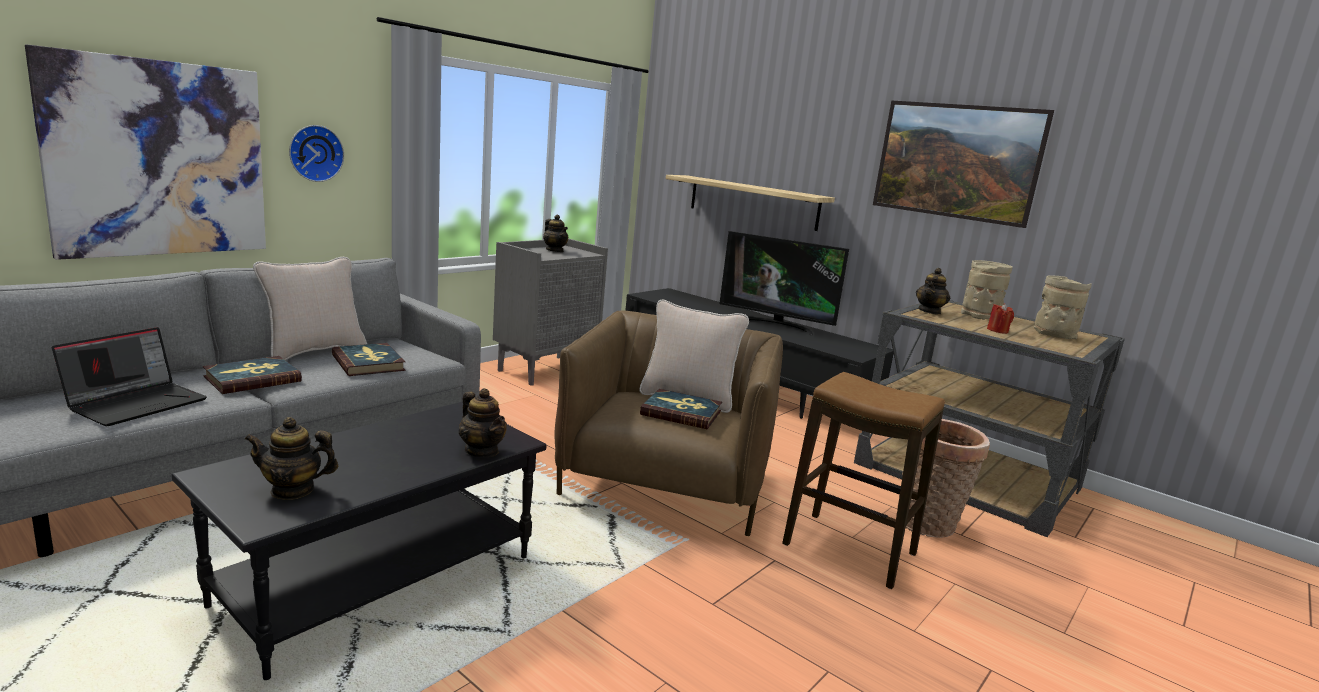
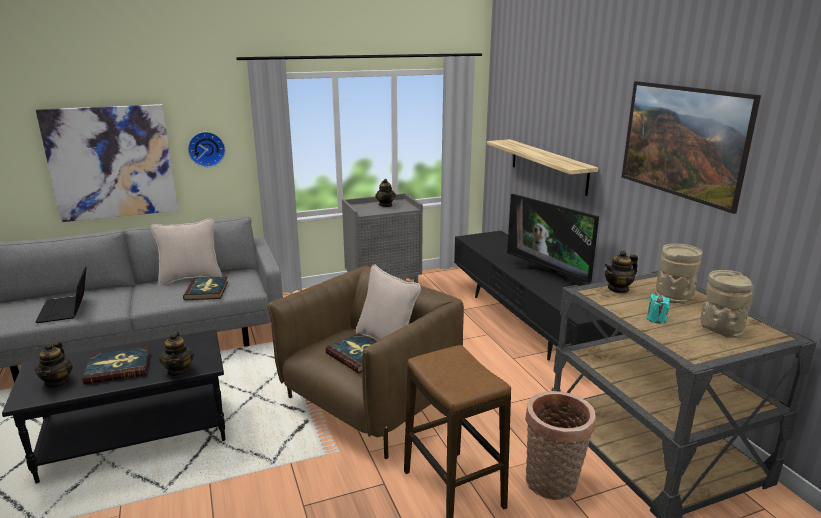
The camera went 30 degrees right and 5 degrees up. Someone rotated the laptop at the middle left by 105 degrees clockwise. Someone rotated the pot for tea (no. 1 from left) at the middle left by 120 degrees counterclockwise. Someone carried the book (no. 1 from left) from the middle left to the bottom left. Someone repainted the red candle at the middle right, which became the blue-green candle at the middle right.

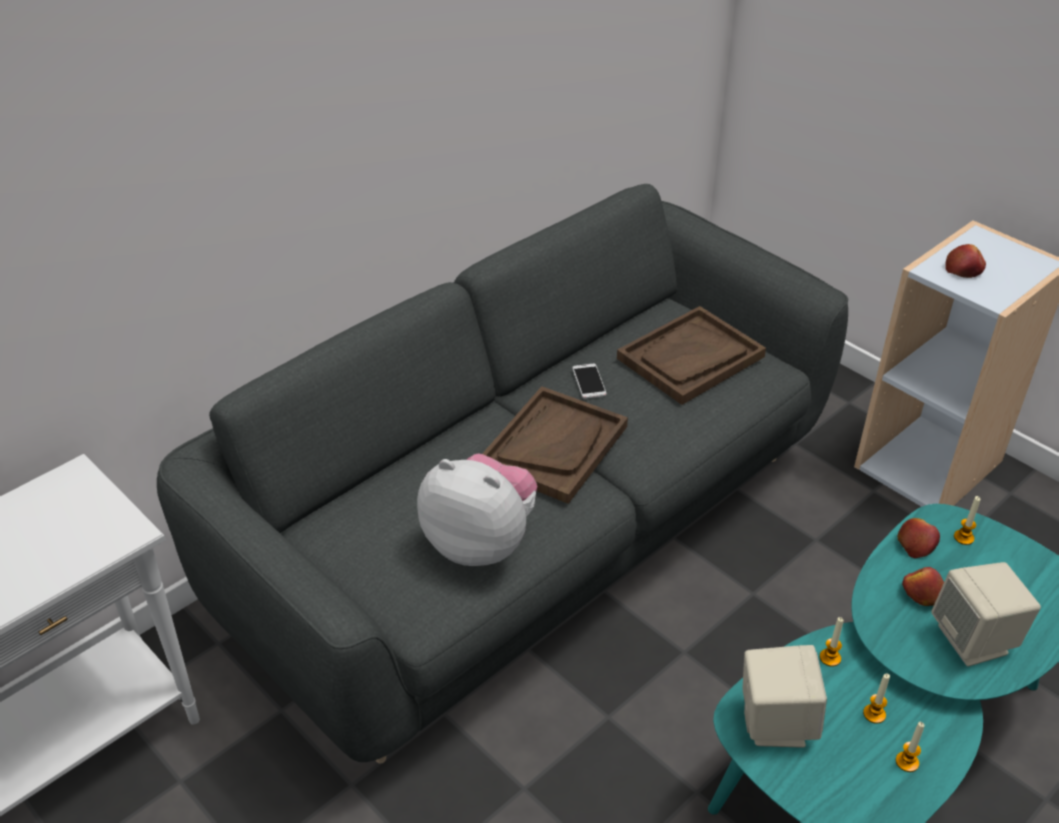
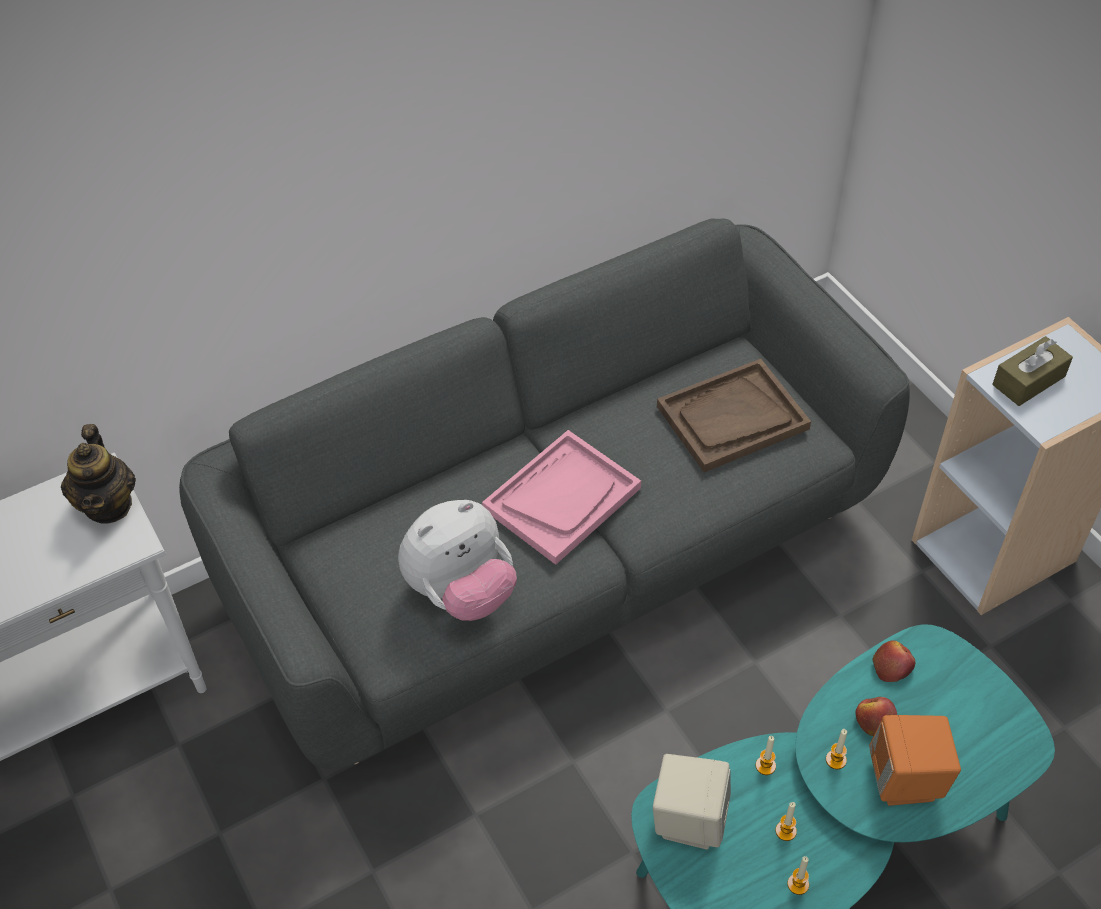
The camera went 15 degrees right and 10 degrees up. Someone put down the pot for tea at the middle left. Someone rotated the soft toy at the centre by 105 degrees clockwise. Someone repainted the brownish tray (no. 1 from left) at the centre, which became the pink-coloured tray at the centre. Someone carried the candle (no. 4 from left) from the middle right to the bottom right. Someone repainted the sand-coloured speaker (no. 2 from left) at the bottom right, which became the orange-coloured speaker at the bottom right. Someone swapped the apple (no. 3 from left) at the top right for the brownish tissue holder at the middle right. Someone took away the phone at the centre.

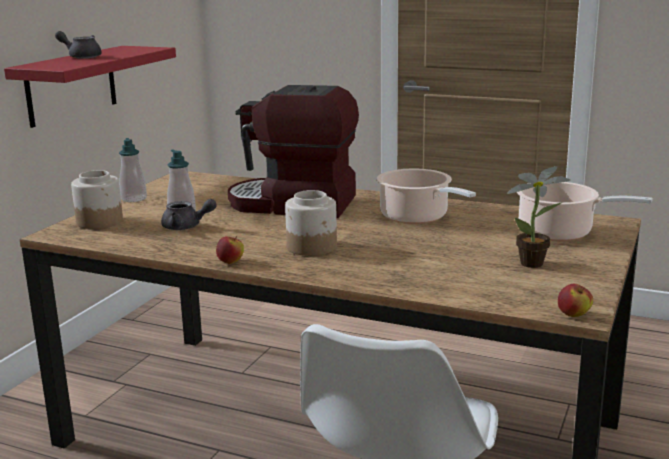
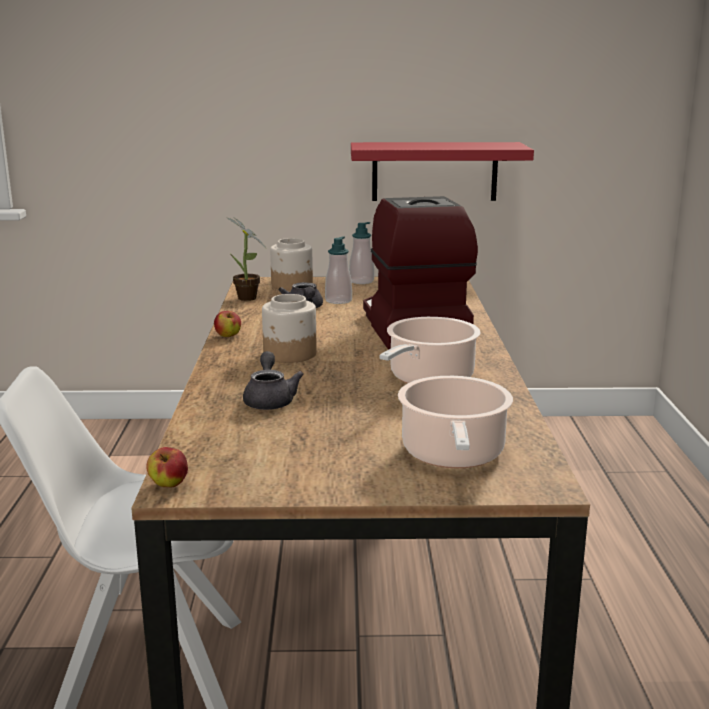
The camera went 65 degrees right and 0 degrees up. Someone carried the potted plant from the middle right to the centre. Someone carried the gray pot for tea (no. 1 from left) from the top left to the centre.

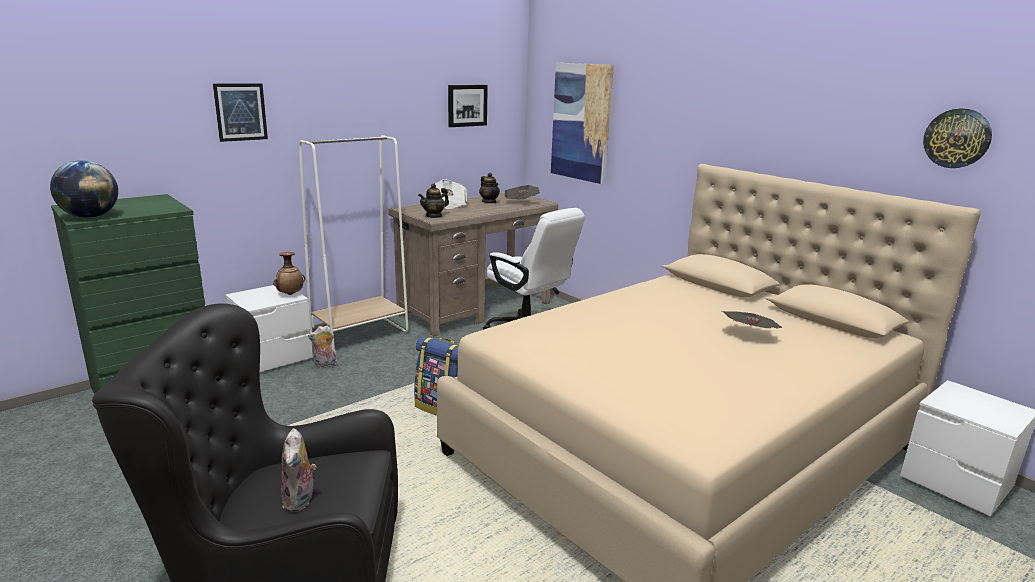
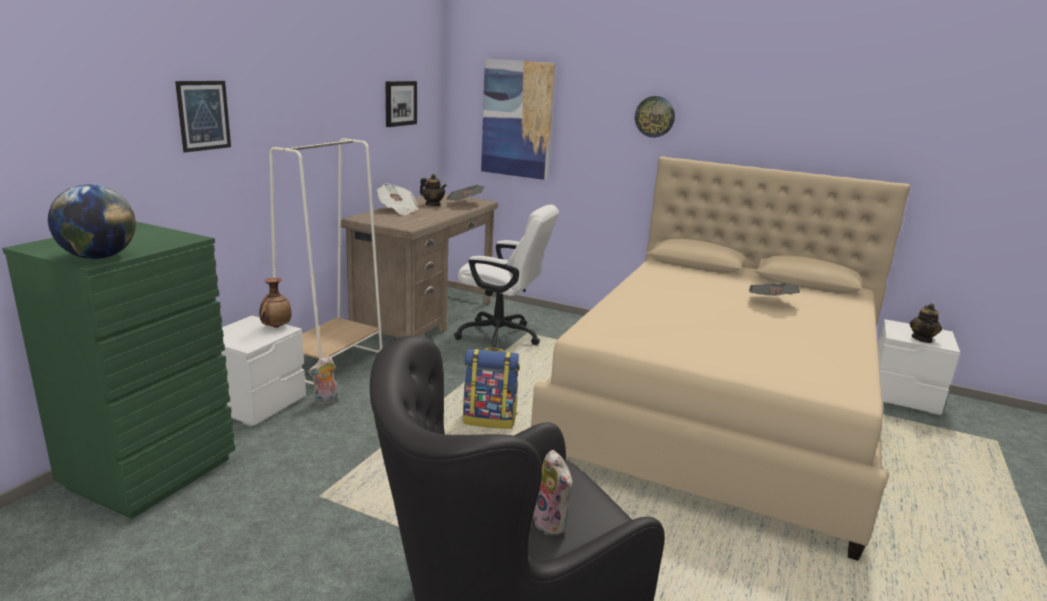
The camera went 25 degrees left and 0 degrees up. Someone carried the clock on the wall from the top right to the top centre. Someone carried the pot for tea (no. 1 from left in the first image) from the centre to the middle right.

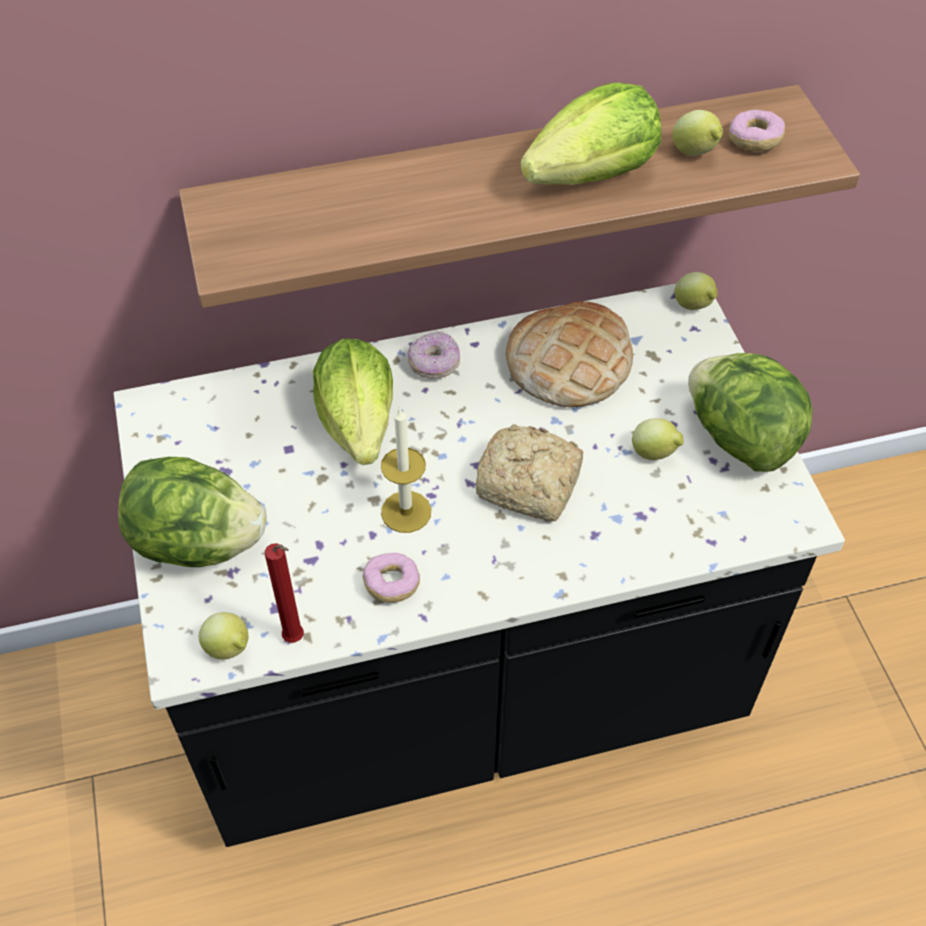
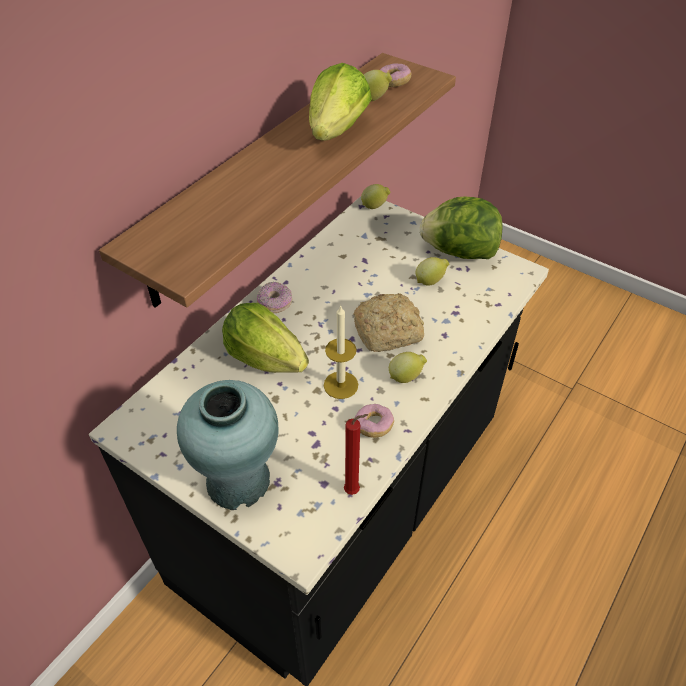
The camera went 40 degrees left and 5 degrees down. Someone swapped the lettuce head (no. 1 from left) at the middle left for the blue-green decorative vase at the middle left. Someone carried the lemon (no. 1 from left in the first image) from the bottom left to the centre. Someone took away the bread (no. 2 from left) at the centre.

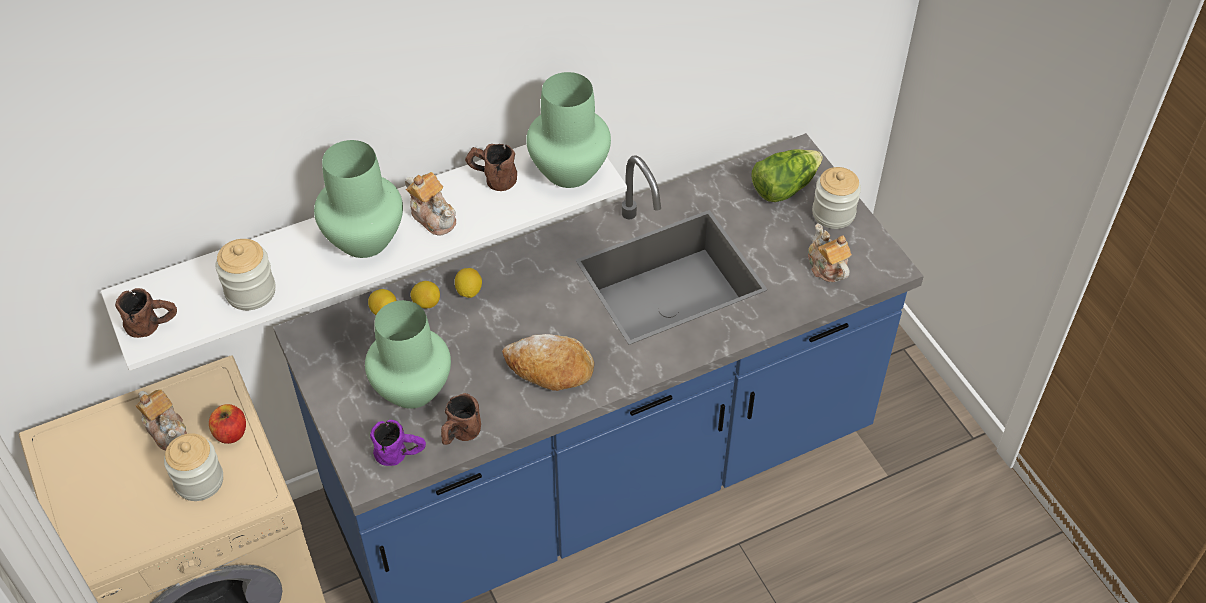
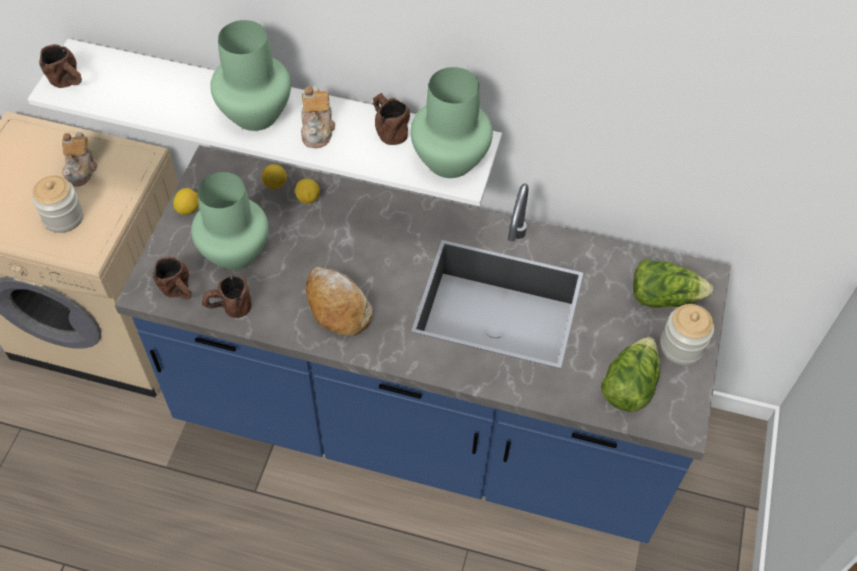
The camera went 40 degrees right and 5 degrees up. Someone repainted the purple-coloured coffee mug at the bottom left, which became the brownish coffee mug (no. 2 from left) at the middle left. Someone carried the lemon (no. 3 from left in the first image) from the centre to the middle left. Someone swapped the pot for tea (no. 3 from left) at the middle right for the lettuce head (no. 1 from left) at the middle right. Someone took away the apple at the bottom left. Someone took away the preserve jar (no. 2 from left) at the middle left.

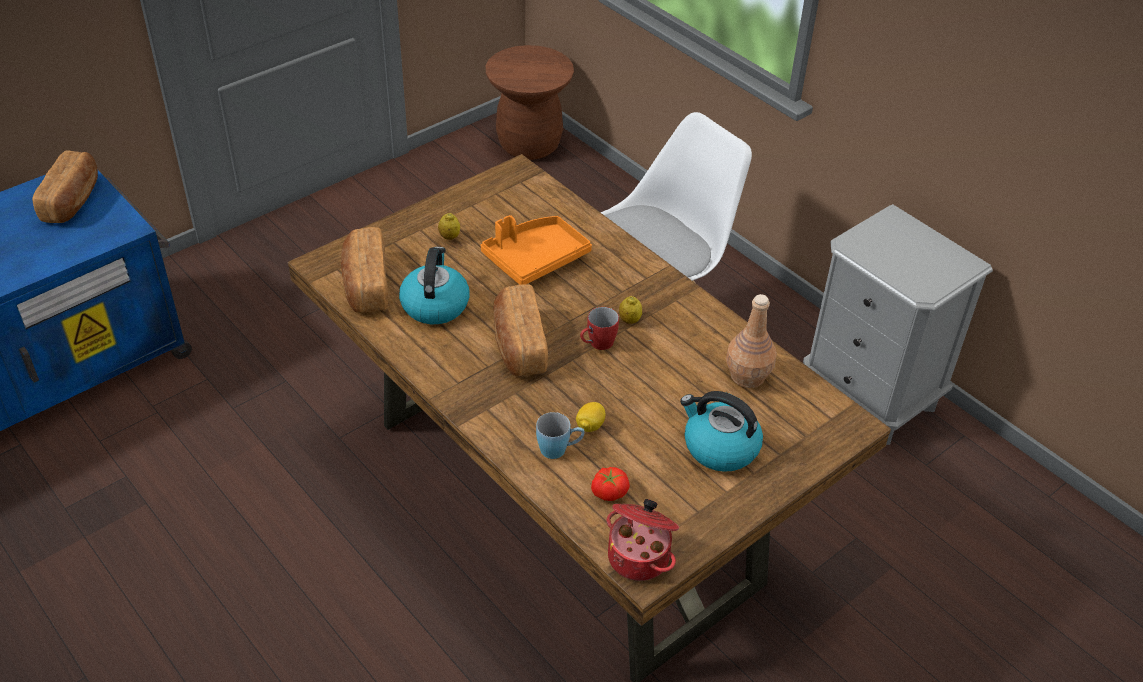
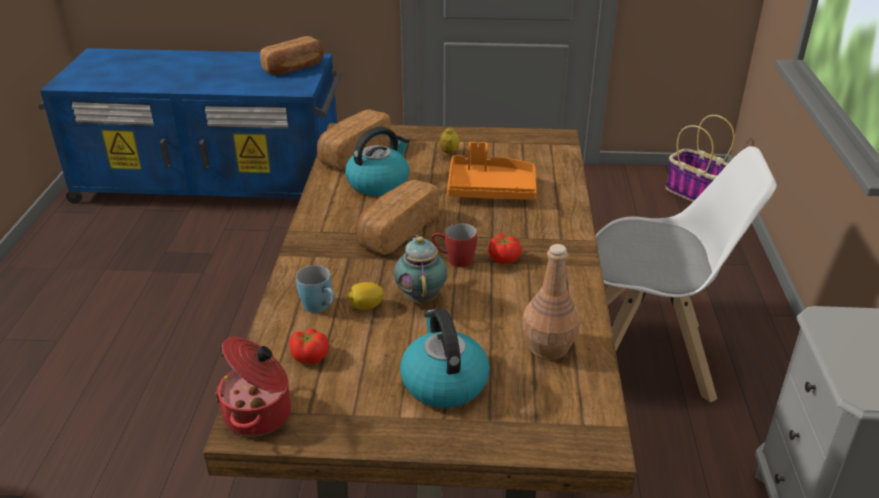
The camera went 45 degrees right and 10 degrees down. Someone put down the pot for tea at the centre. Someone swapped the lemon (no. 3 from left) at the centre for the whole tomato (no. 2 from left) at the centre. Someone swapped the brownish stool seat at the top centre for the basket at the top right.

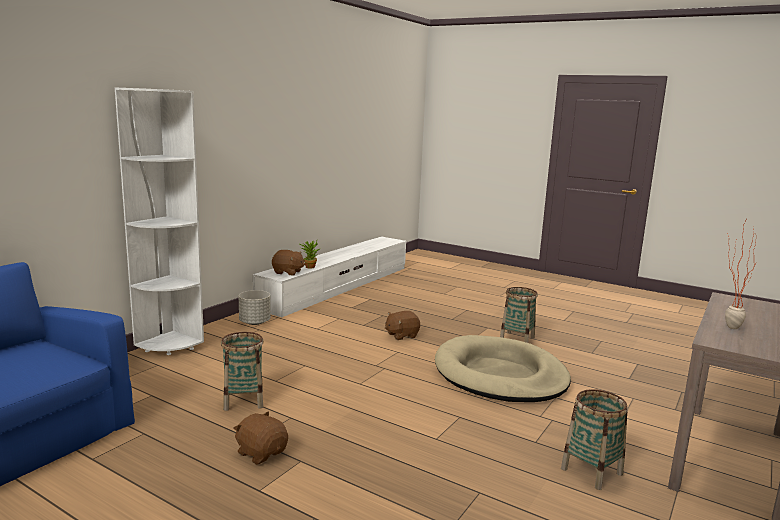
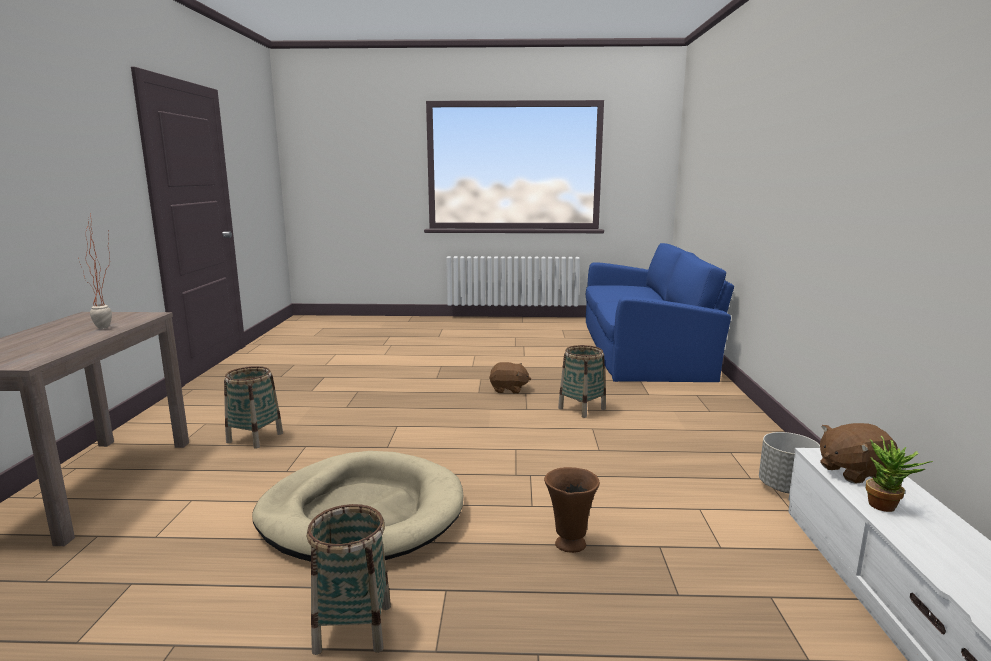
The camera went 150 degrees right and 0 degrees up. Someone swapped the brownish soft toy (no. 3 from left) at the centre for the brownish decorative vase at the bottom centre. Someone took away the whitish bookcase at the middle left.

